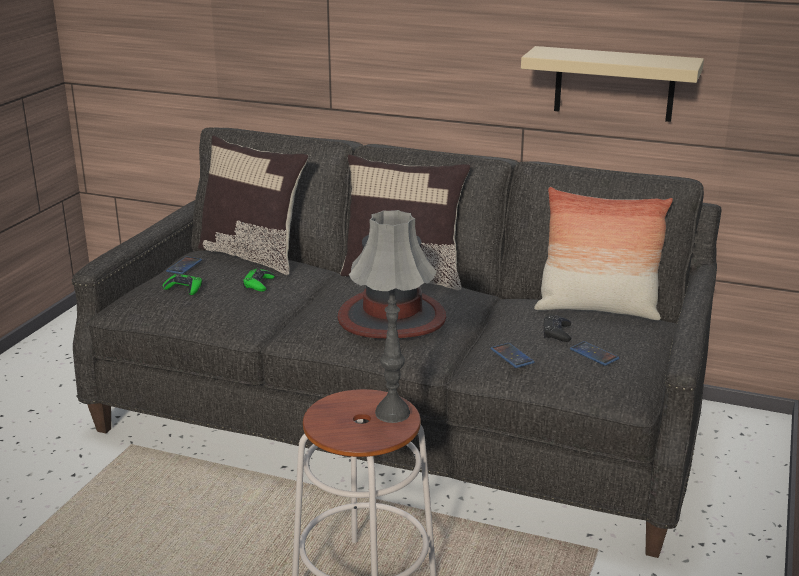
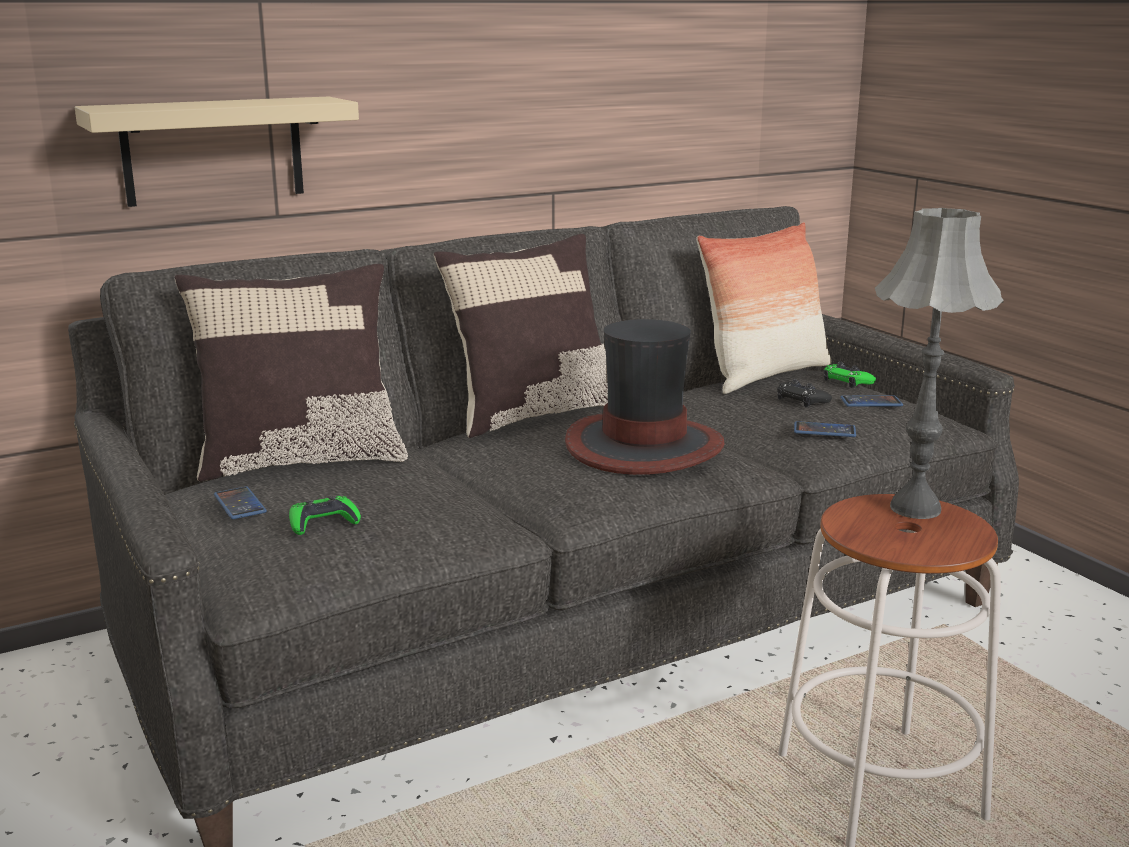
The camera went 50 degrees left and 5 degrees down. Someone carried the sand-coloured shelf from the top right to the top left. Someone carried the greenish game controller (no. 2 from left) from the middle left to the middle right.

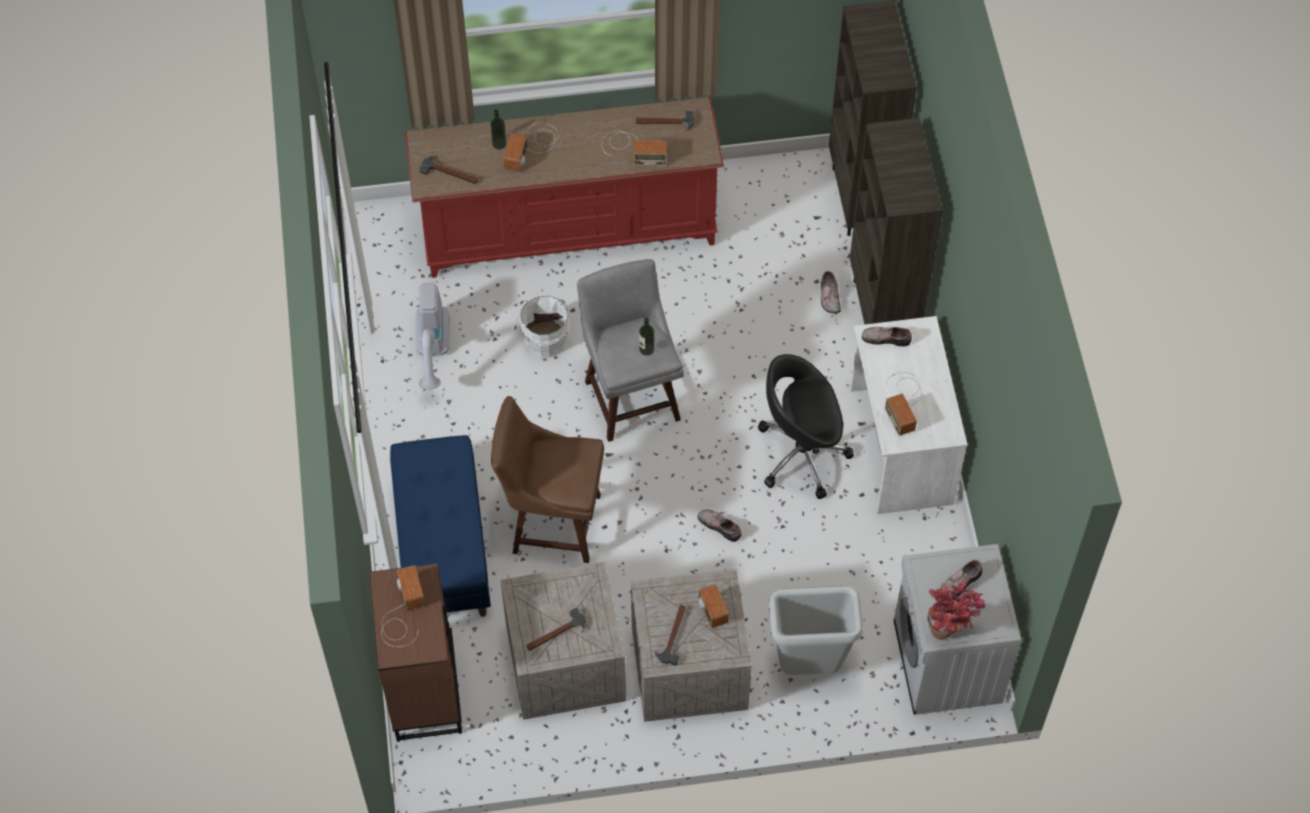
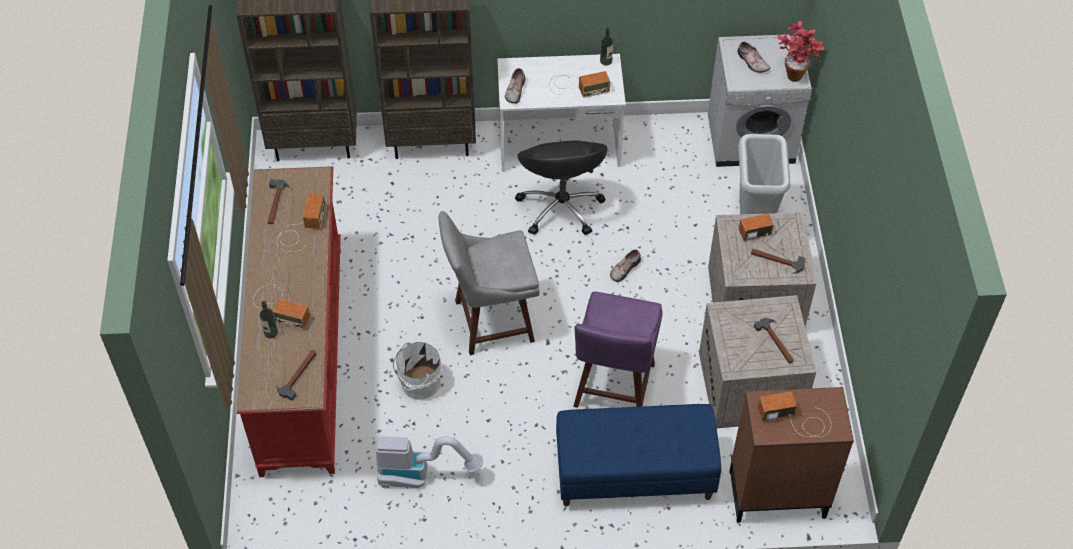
The camera went 85 degrees left and 5 degrees down. Someone repainted the brownish stool seat at the centre, which became the purple-coloured stool seat at the centre. Someone carried the bottle (no. 2 from left) from the centre to the top centre. Someone took away the item of footwear (no. 2 from left) at the centre.

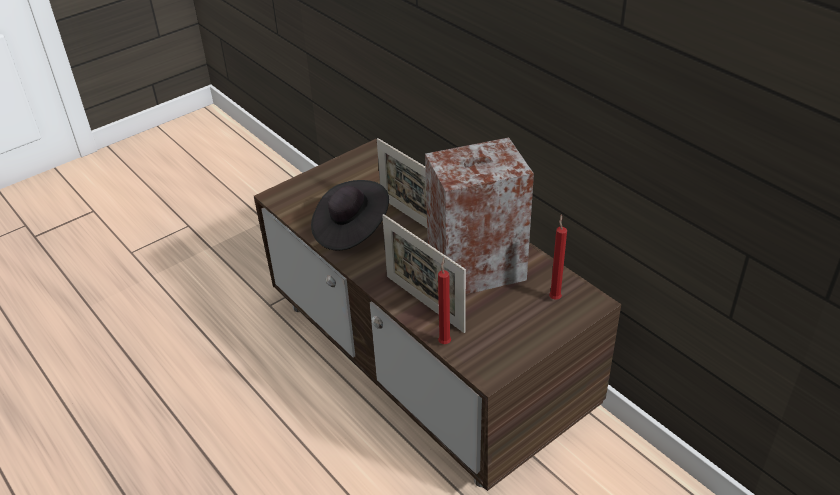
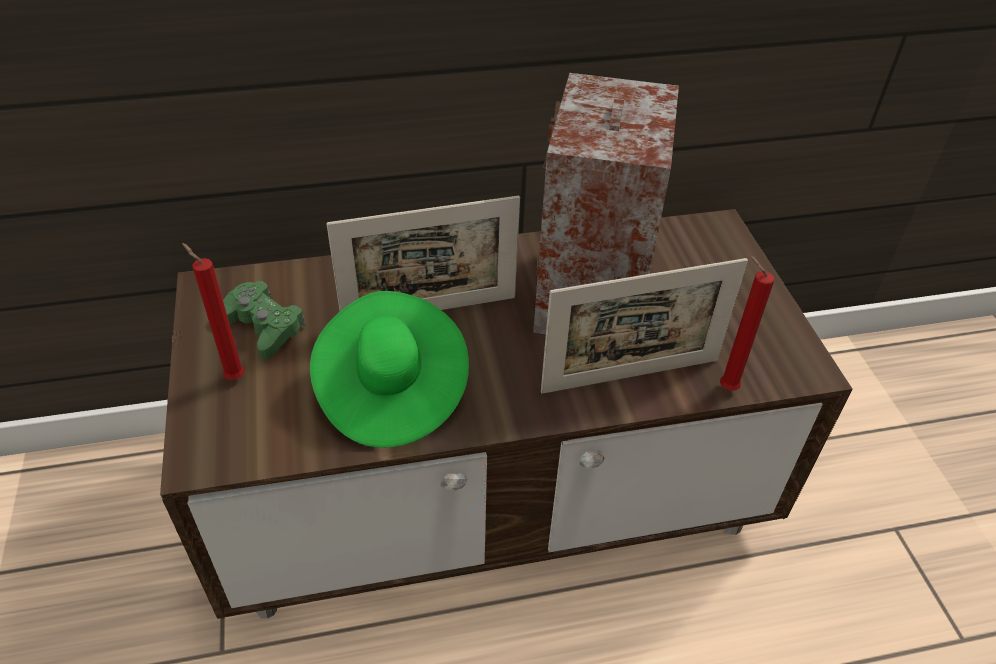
The camera went 65 degrees left and 5 degrees up. Someone carried the red candle (no. 2 from left in the first image) from the centre to the middle left. Someone put down the greenish game controller at the middle left. Someone repainted the black-coloured wearable hat at the centre, which became the greenish wearable hat at the centre.

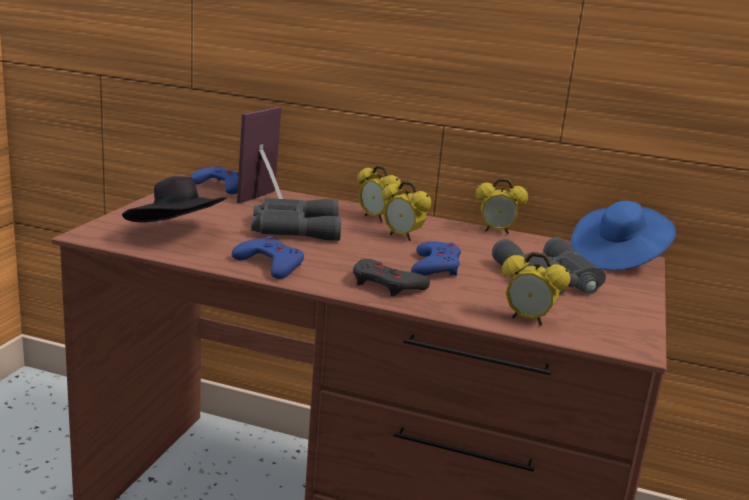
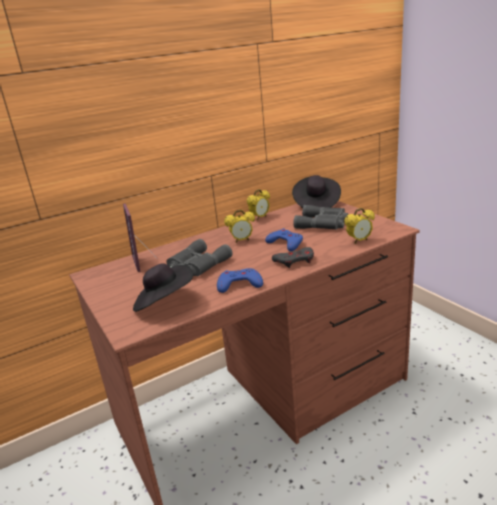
The camera went 45 degrees left and 5 degrees up. Someone repainted the blue wearable hat at the middle right, which became the black-coloured wearable hat (no. 2 from left) at the centre. Someone took away the blue game controller (no. 1 from left) at the middle left. Someone took away the alarm clock (no. 1 from left) at the centre.

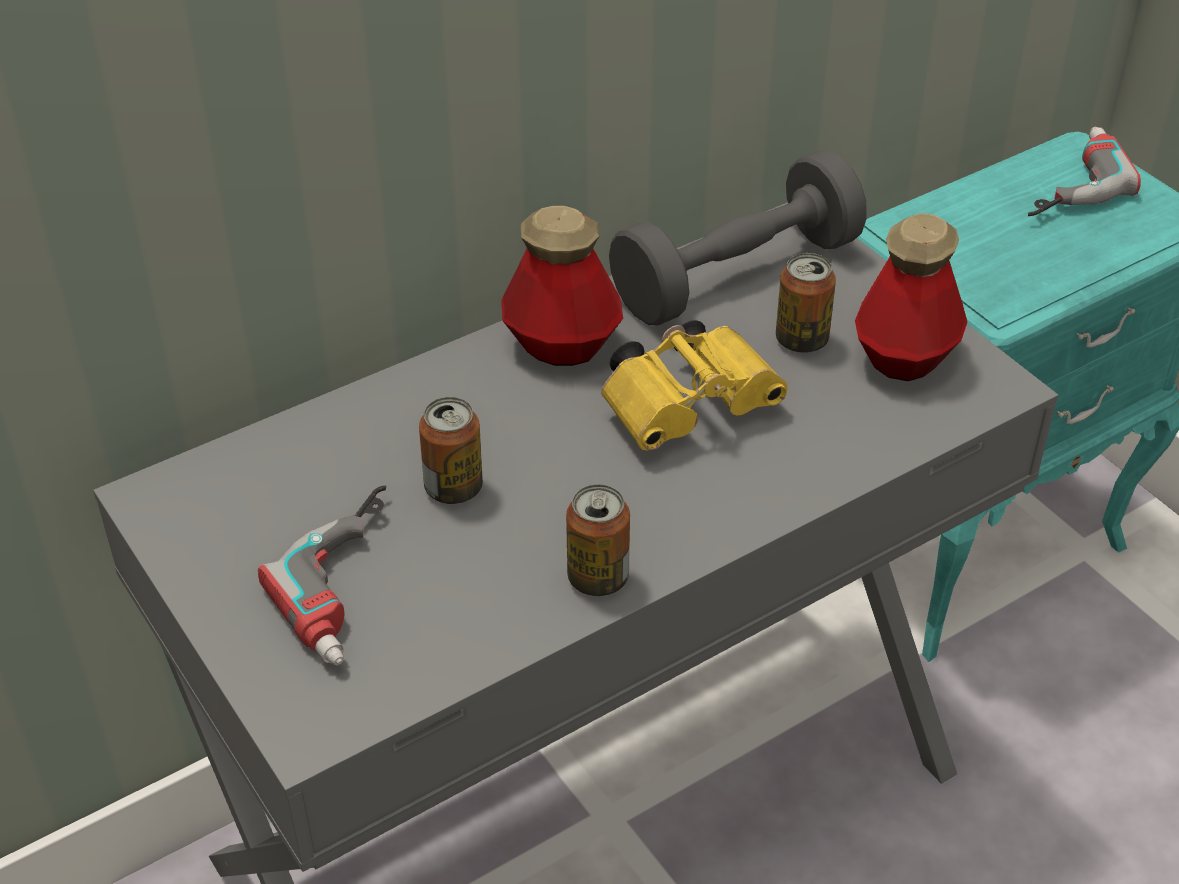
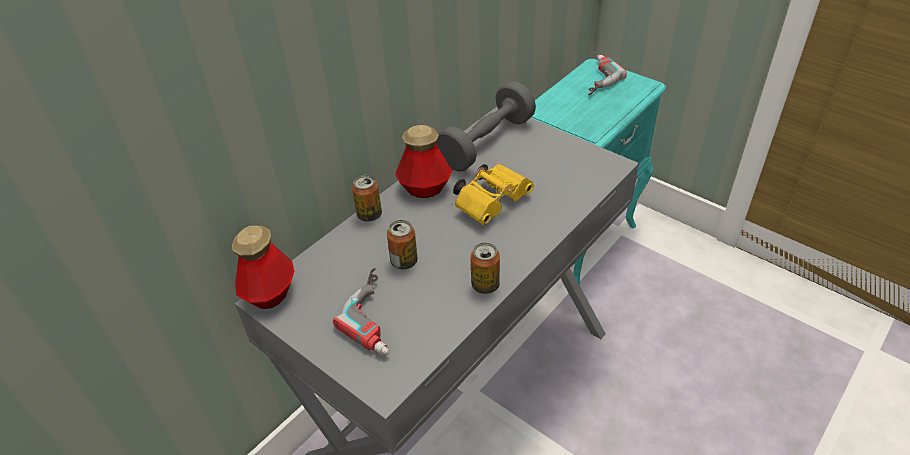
The camera went 15 degrees left and 0 degrees up. Someone carried the bottle (no. 2 from left in the first image) from the middle right to the middle left. Someone carried the metal can (no. 3 from left in the first image) from the middle right to the centre.

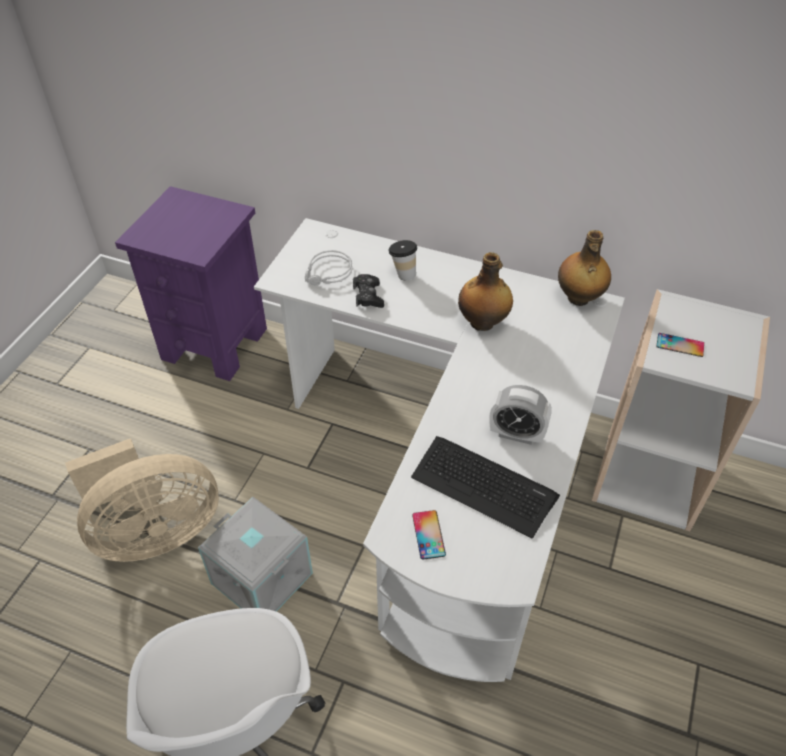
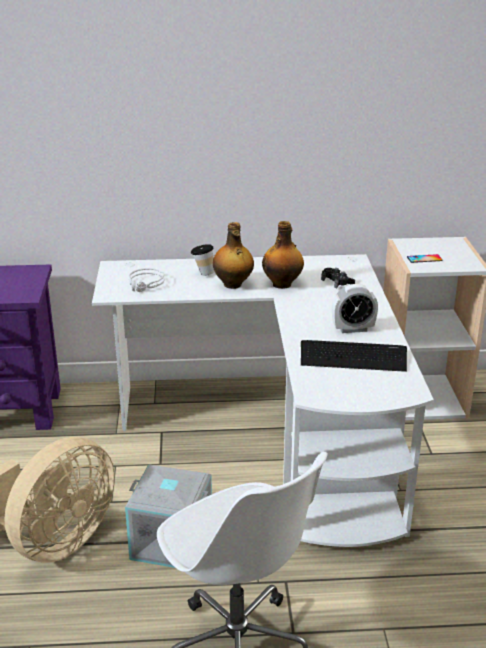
The camera went 25 degrees left and 20 degrees down. Someone carried the bottle (no. 2 from left in the first image) from the middle right to the centre. Someone carried the black-coloured game controller from the centre to the middle right. Someone took away the phone (no. 1 from left) at the bottom centre.

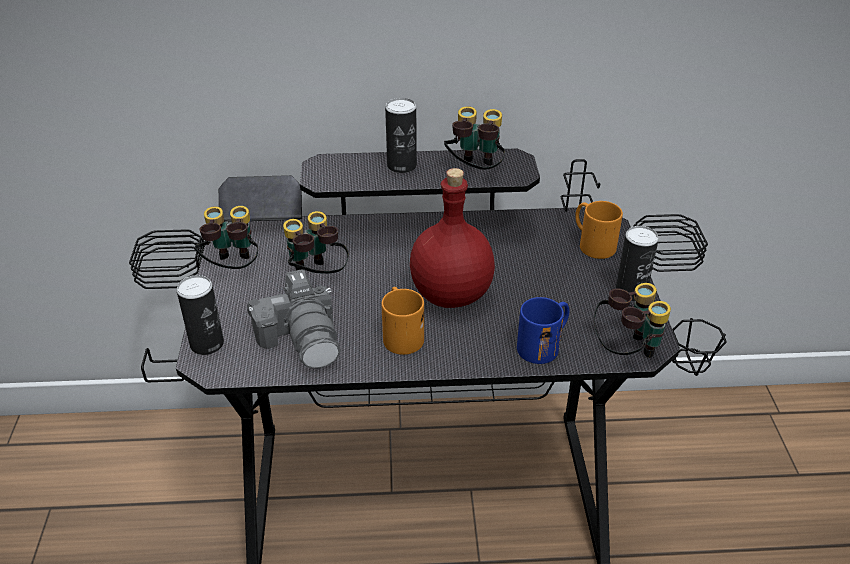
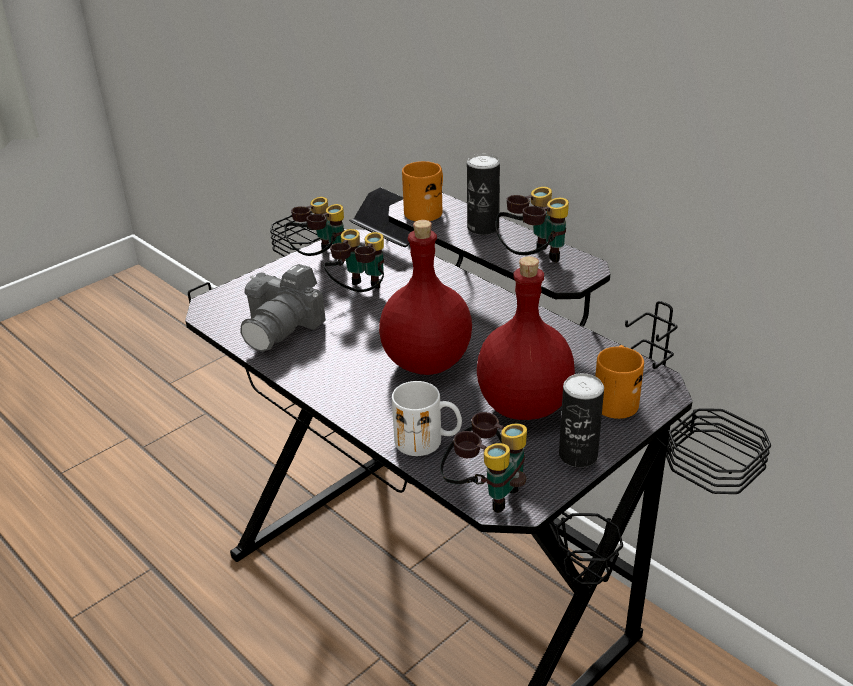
The camera went 50 degrees right and 5 degrees down. Someone repainted the blue coffee mug at the centre, which became the whitish coffee mug at the centre. Someone carried the orange-coloured coffee mug (no. 1 from left) from the centre to the top centre. Someone put down the red bottle (no. 2 from left) at the centre. Someone took away the metal can (no. 1 from left) at the middle left.

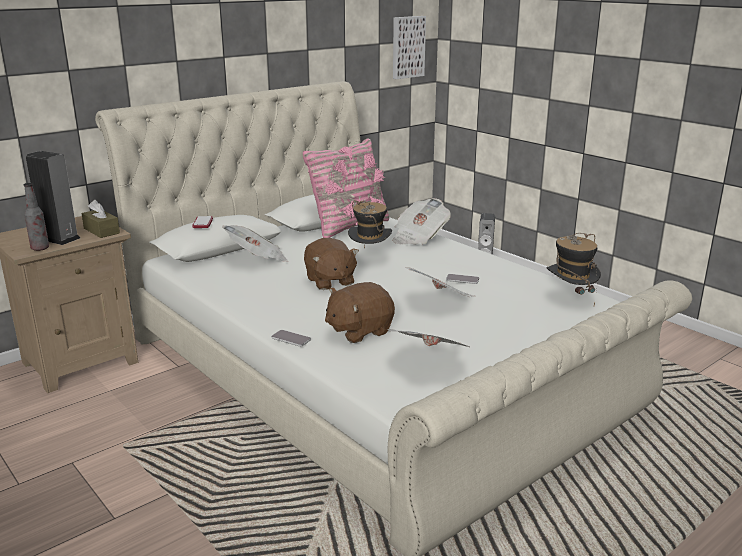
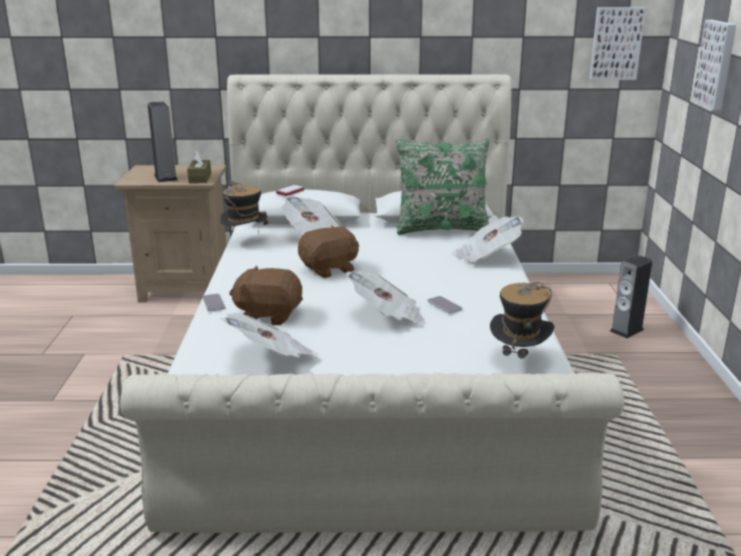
The camera went 40 degrees right and 0 degrees up. Someone carried the wearable hat (no. 1 from left) from the centre to the middle left. Someone rotated the brownish soft toy (no. 1 from left in the first image) at the centre by 135 degrees counterclockwise. Someone repainted the pink-coloured pillow at the centre, which became the greenish pillow at the centre. Someone put up the picture (no. 2 from left) at the top right. Someone took away the bottle at the middle left.

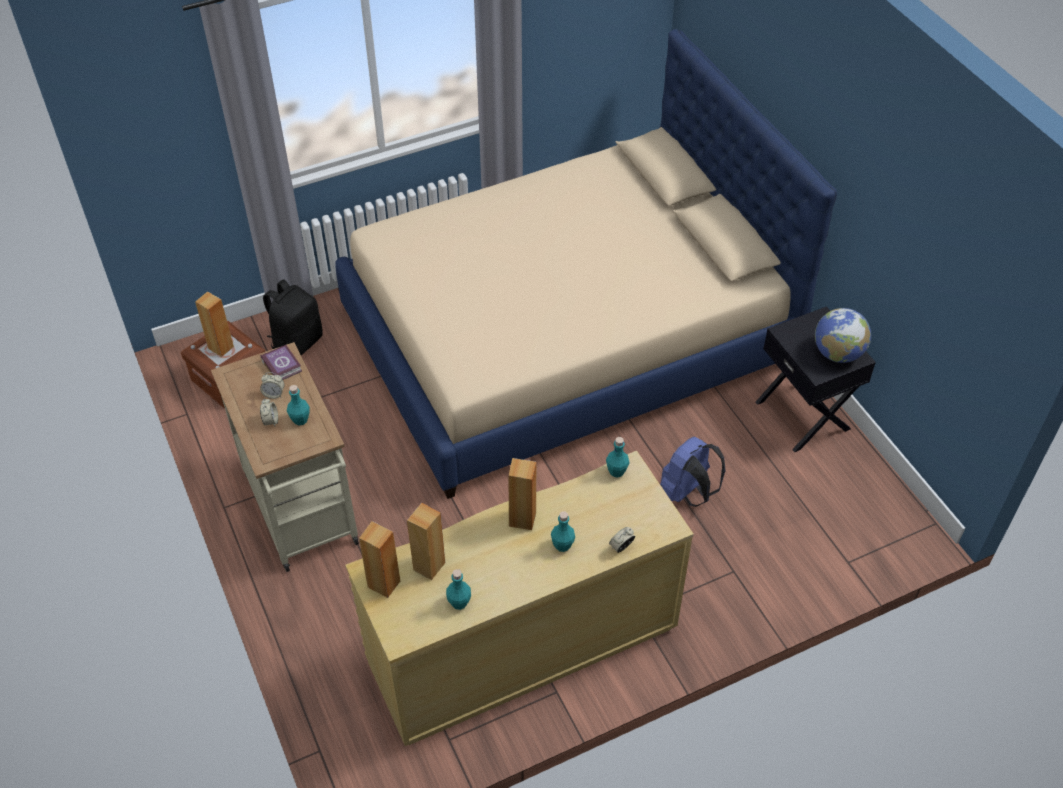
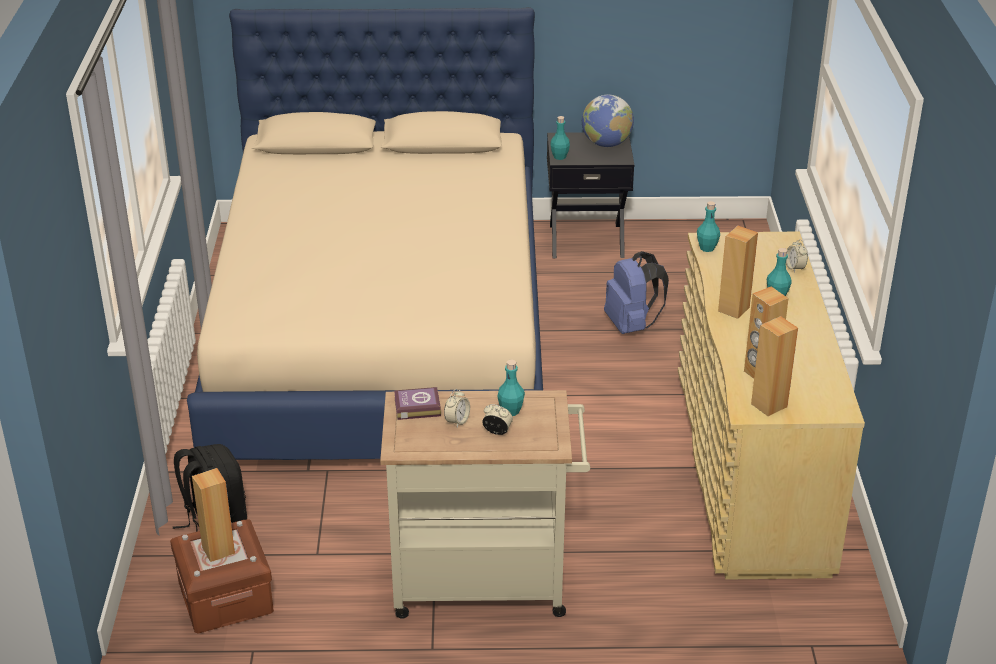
The camera went 65 degrees left and 15 degrees down. Someone carried the blue-green bottle (no. 2 from left) from the bottom centre to the top centre.

